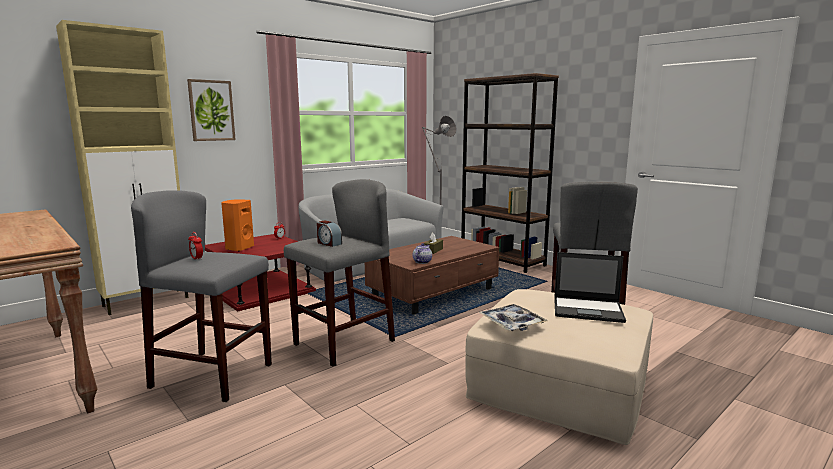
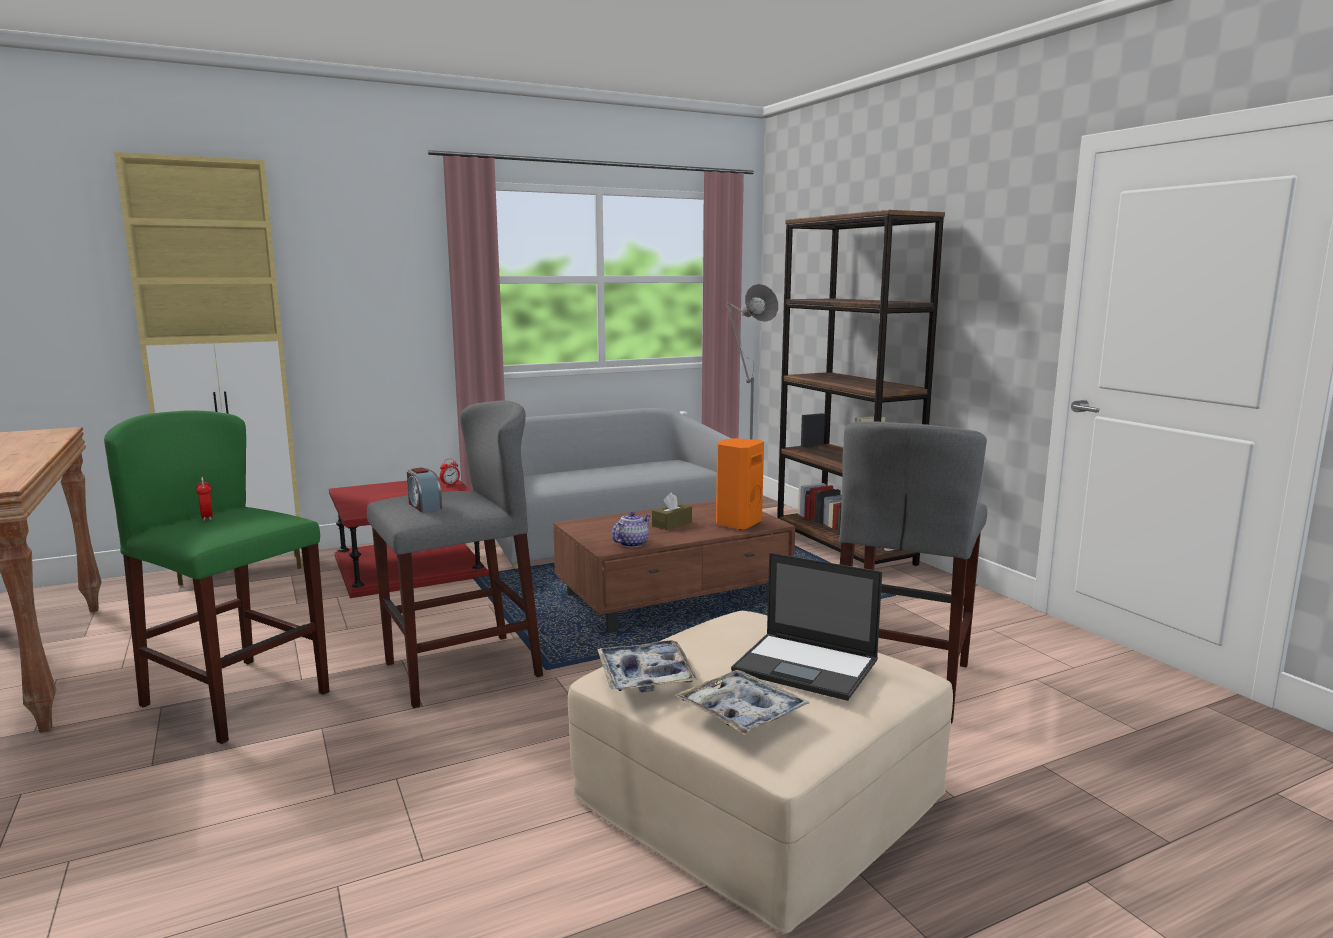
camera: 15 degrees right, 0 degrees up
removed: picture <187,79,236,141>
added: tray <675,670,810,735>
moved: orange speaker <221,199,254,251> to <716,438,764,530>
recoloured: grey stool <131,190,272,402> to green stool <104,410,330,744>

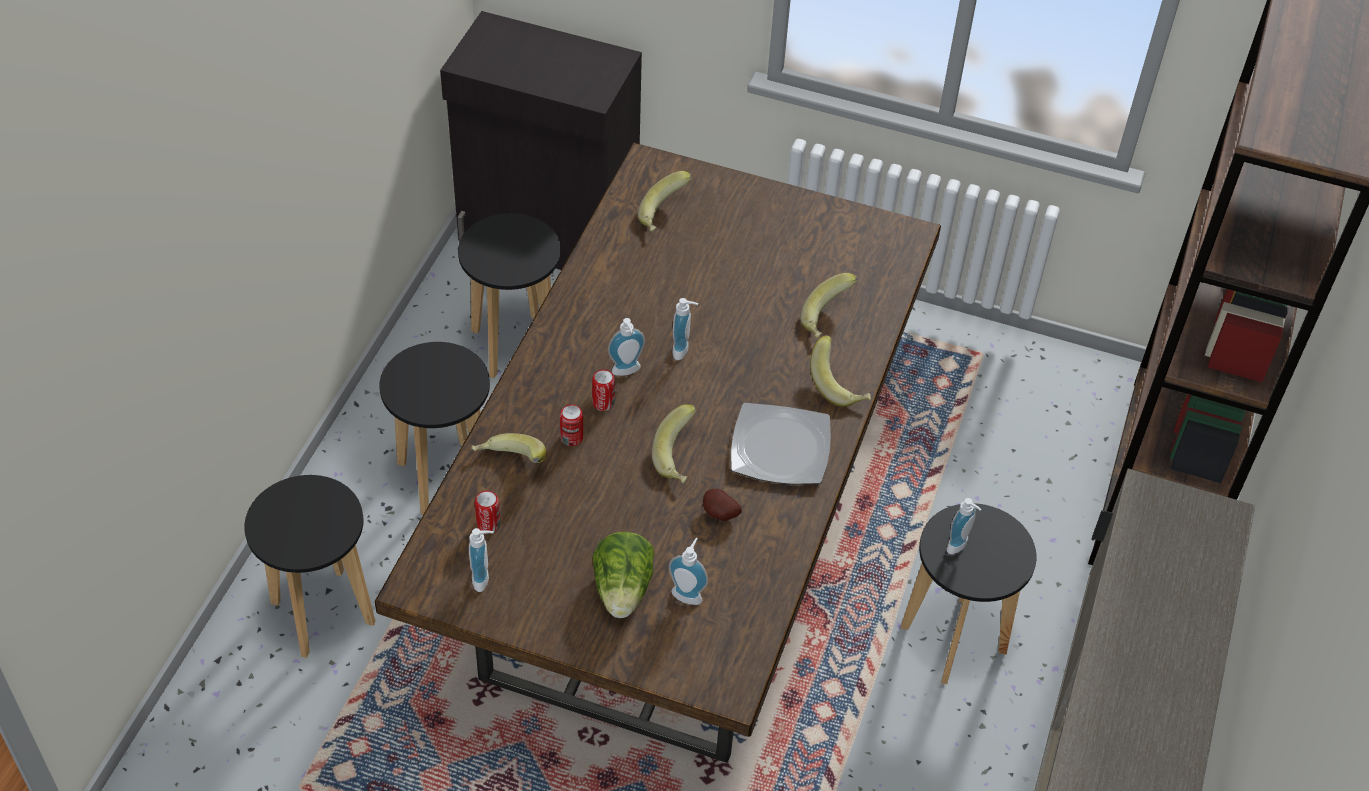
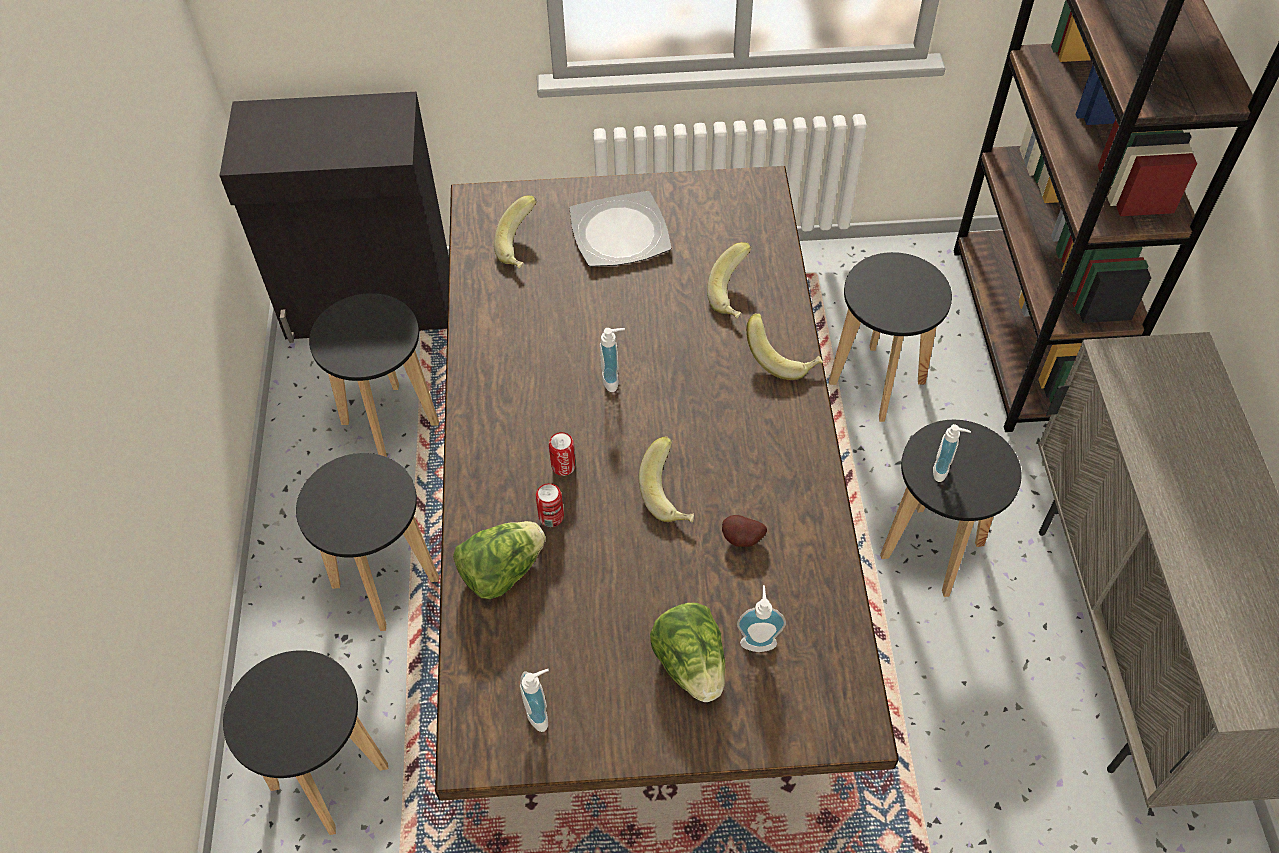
camera: 20 degrees left, 5 degrees up
removed: can <475,491,501,532>; soap dispenser <608,318,645,376>
added: black stool <829,252,952,422>
moved: plate <731,403,831,485> to <569,191,672,267>
replaced: banana <471,433,547,463> to lettuce <453,521,545,599>

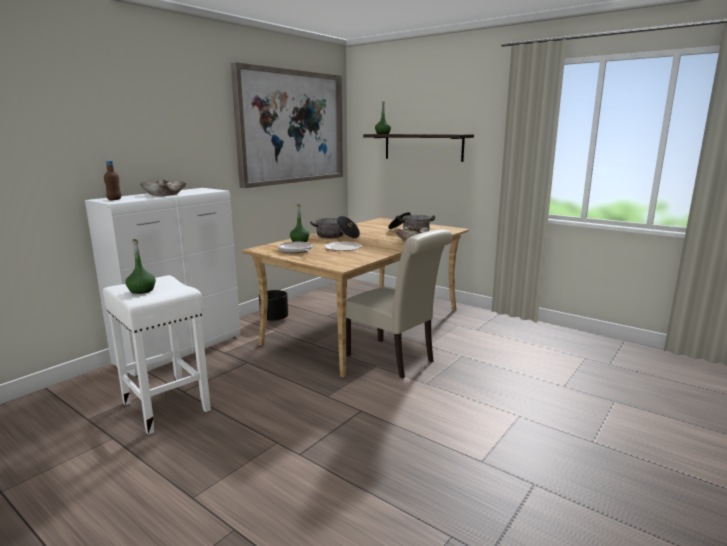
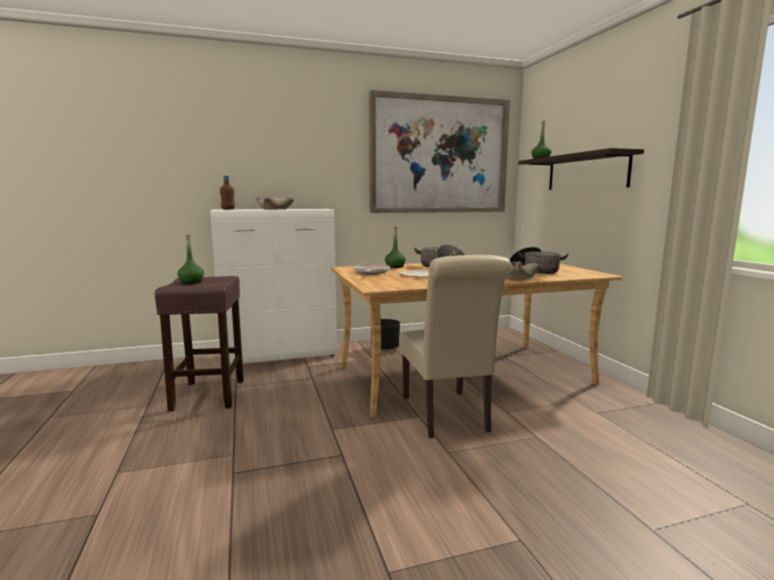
camera: 35 degrees right, 5 degrees down
recoloured: white stool <103,275,211,435> to brown stool <155,276,244,411>

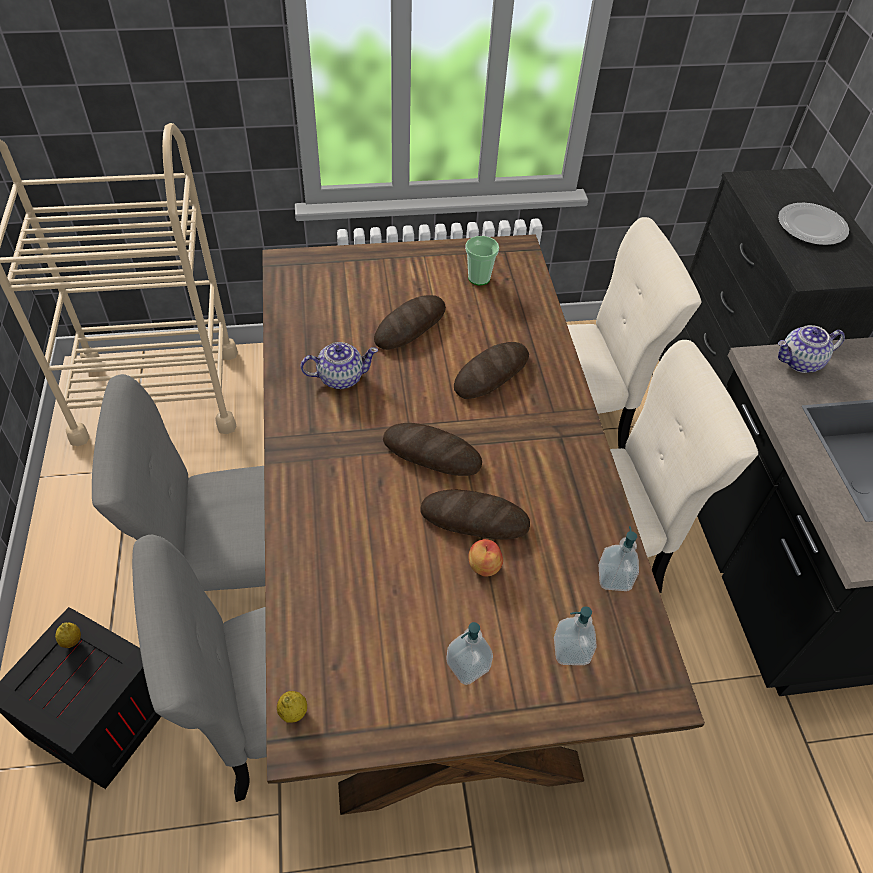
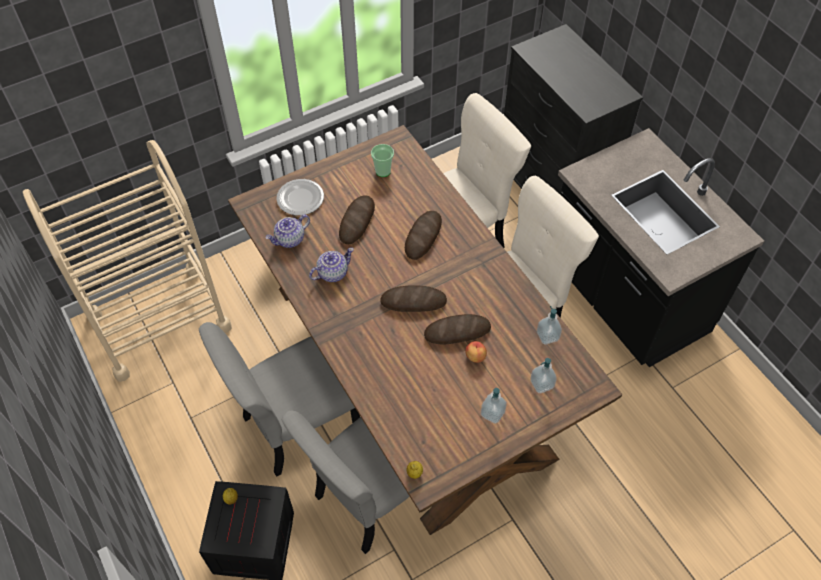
camera: 20 degrees left, 5 degrees up
moved: teapot <778,325,845,373> to <266,214,310,248>; plate <778,203,849,245> to <276,179,324,215>

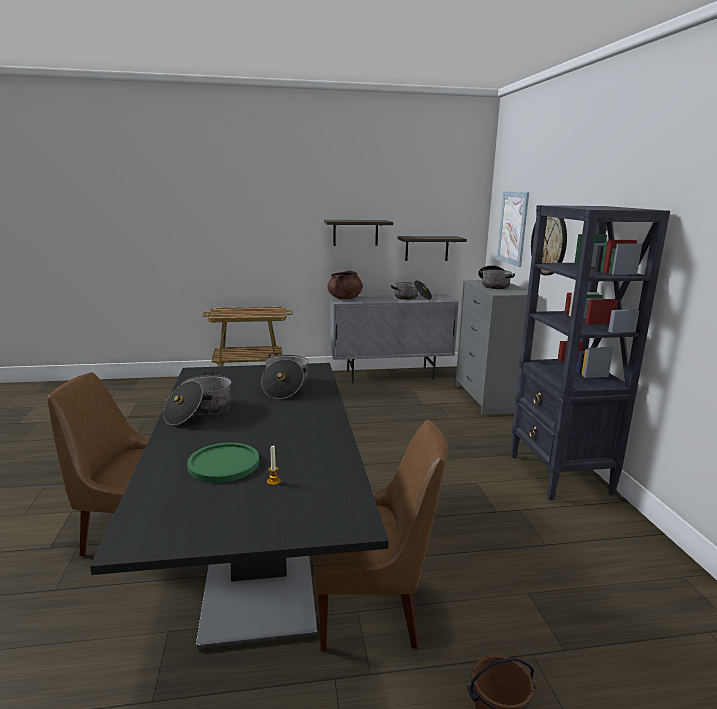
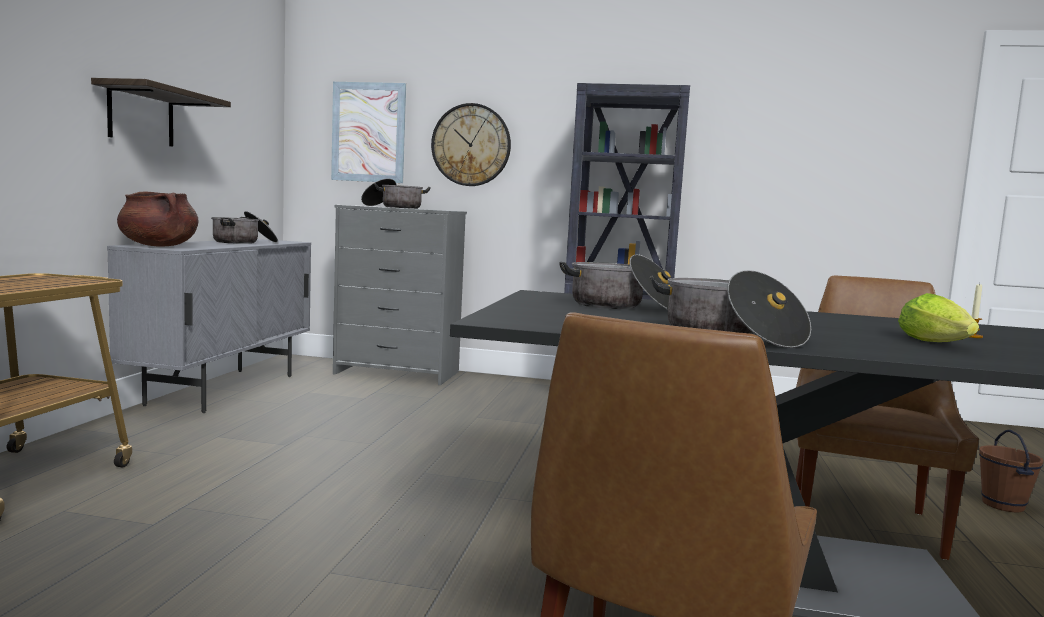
camera: 70 degrees left, 10 degrees down
removed: shelf <397,236,467,261>
replaced: green plate <187,443,259,483> to lettuce <898,293,979,342>

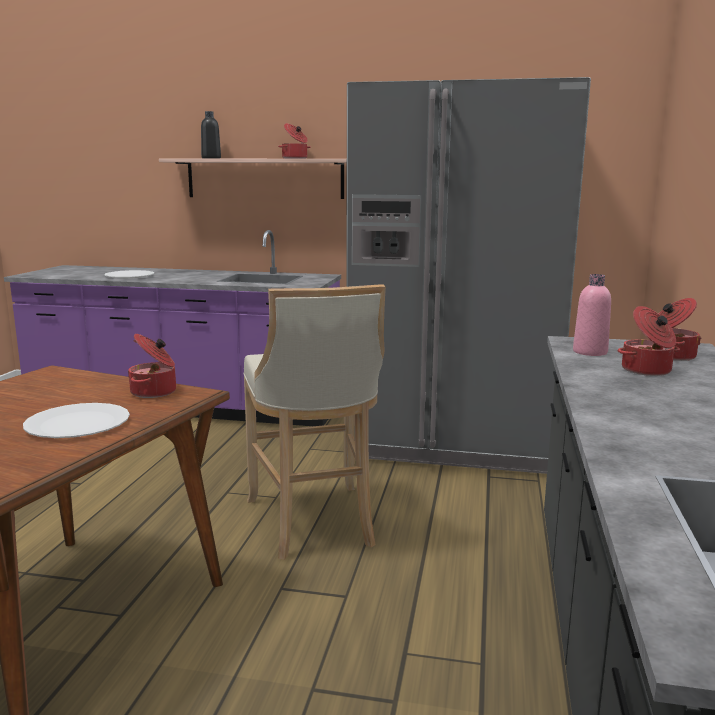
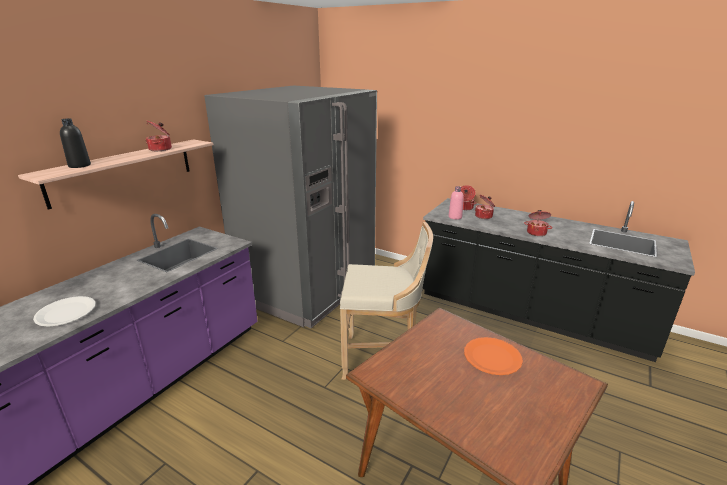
camera: 70 degrees left, 10 degrees up
moved: cooking pot <128,334,176,398> to <524,210,553,236>
recoloured: white plate <23,403,130,438> to orange plate <464,337,523,375>

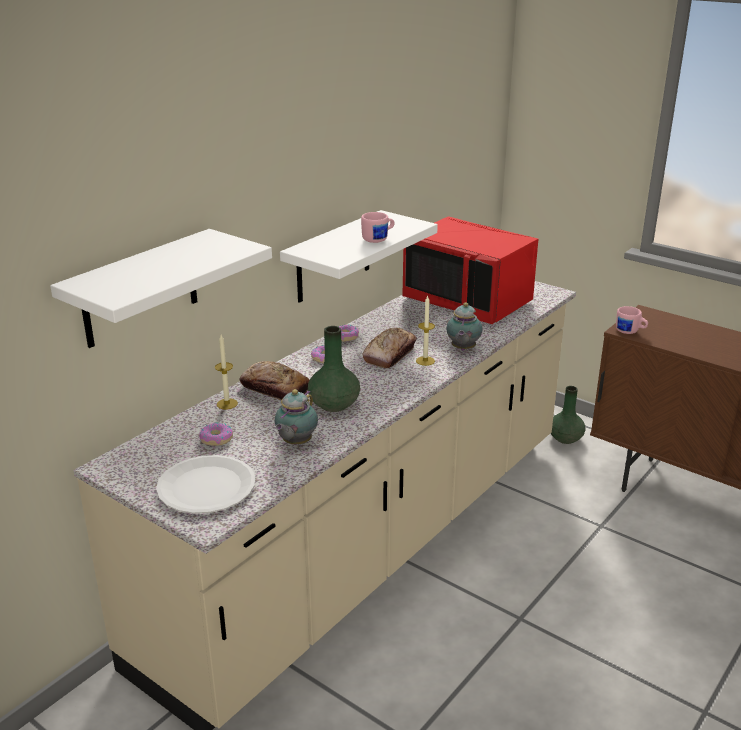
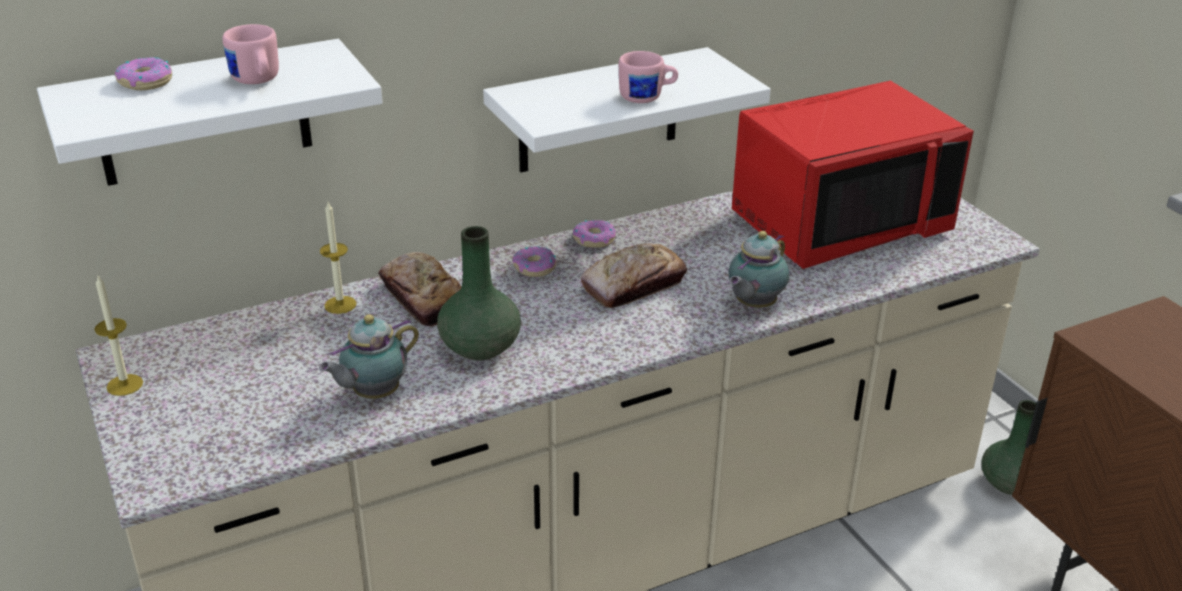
camera: 25 degrees right, 5 degrees up
removed: white plate <156,455,255,514>
moved: candle <416,295,435,366> to <94,276,143,396>; donut <199,423,233,446> to <114,57,172,90>; pink mug <616,306,648,334> to <222,24,279,84>
turned: red microwave <402,216,538,324> = <732,81,974,269> 90 degrees counterclockwise

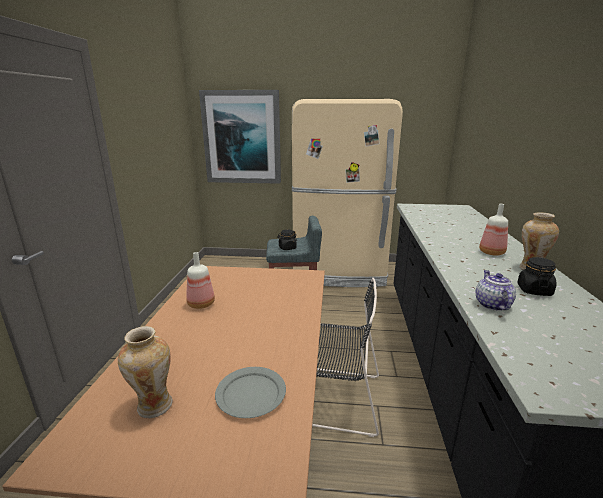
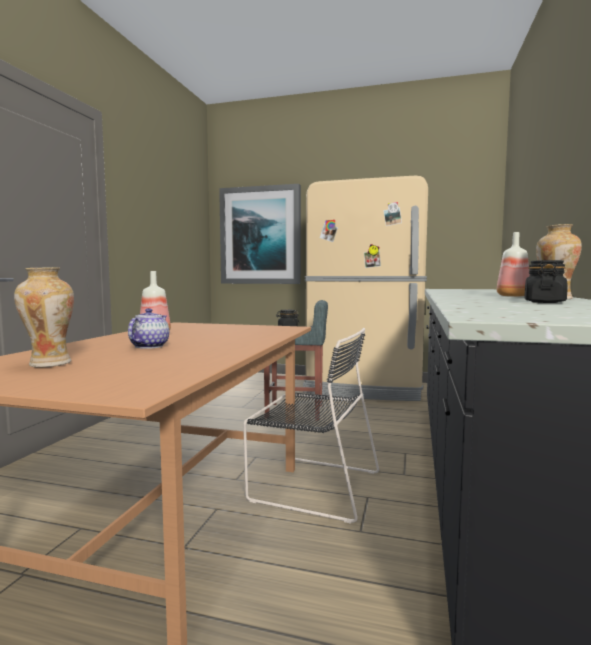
camera: 10 degrees right, 15 degrees down
removed: grey plate <215,367,286,418>
moved: teapot <476,270,516,311> to <128,308,169,349>

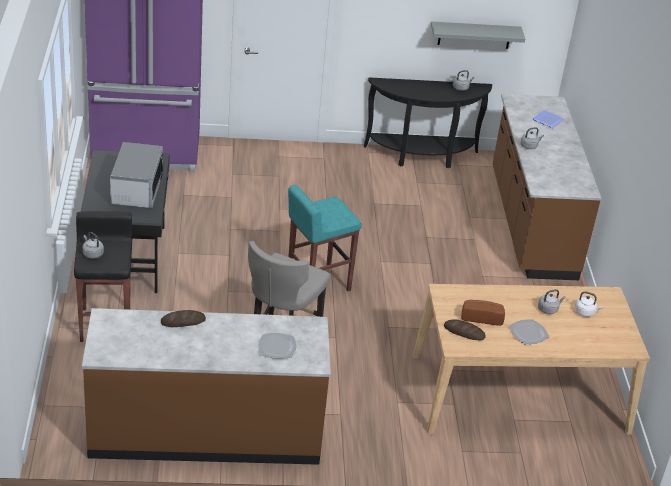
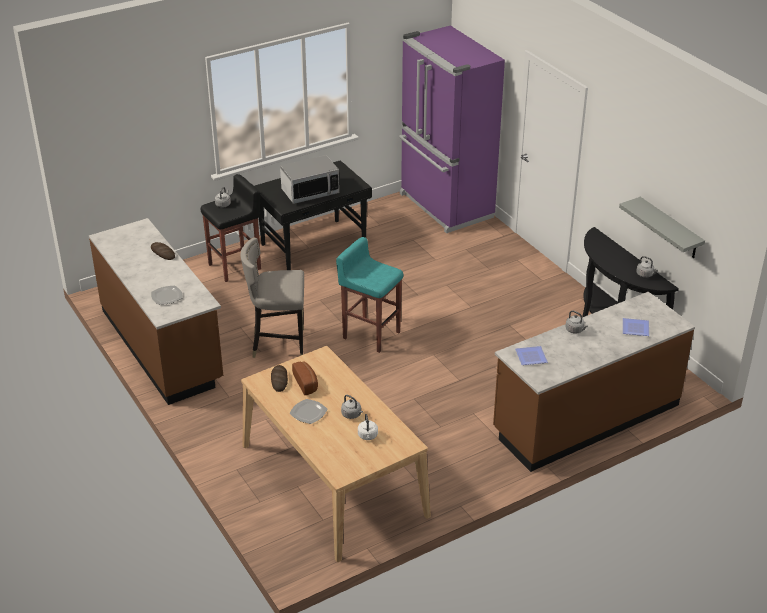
camera: 65 degrees right, 0 degrees up
added: plate <515,346,548,365>

